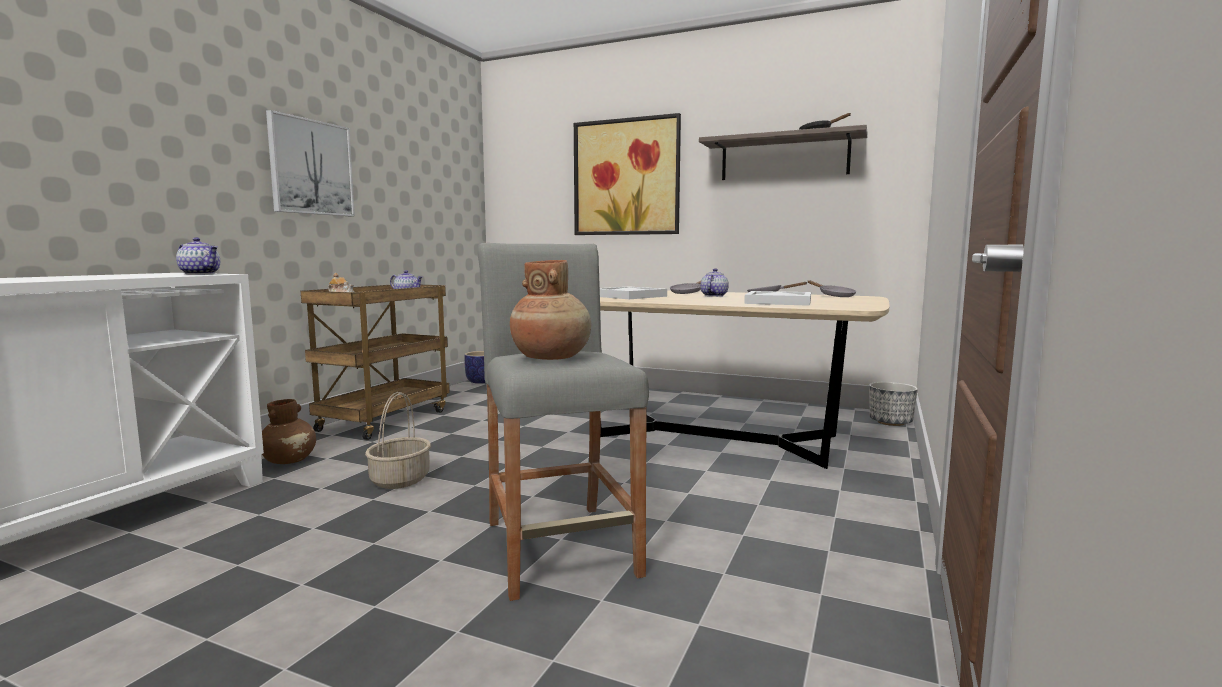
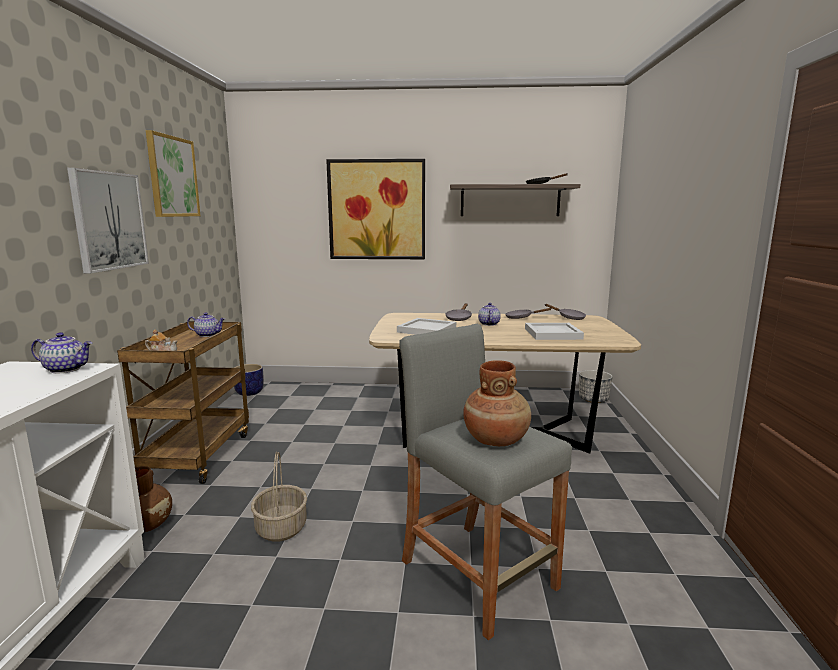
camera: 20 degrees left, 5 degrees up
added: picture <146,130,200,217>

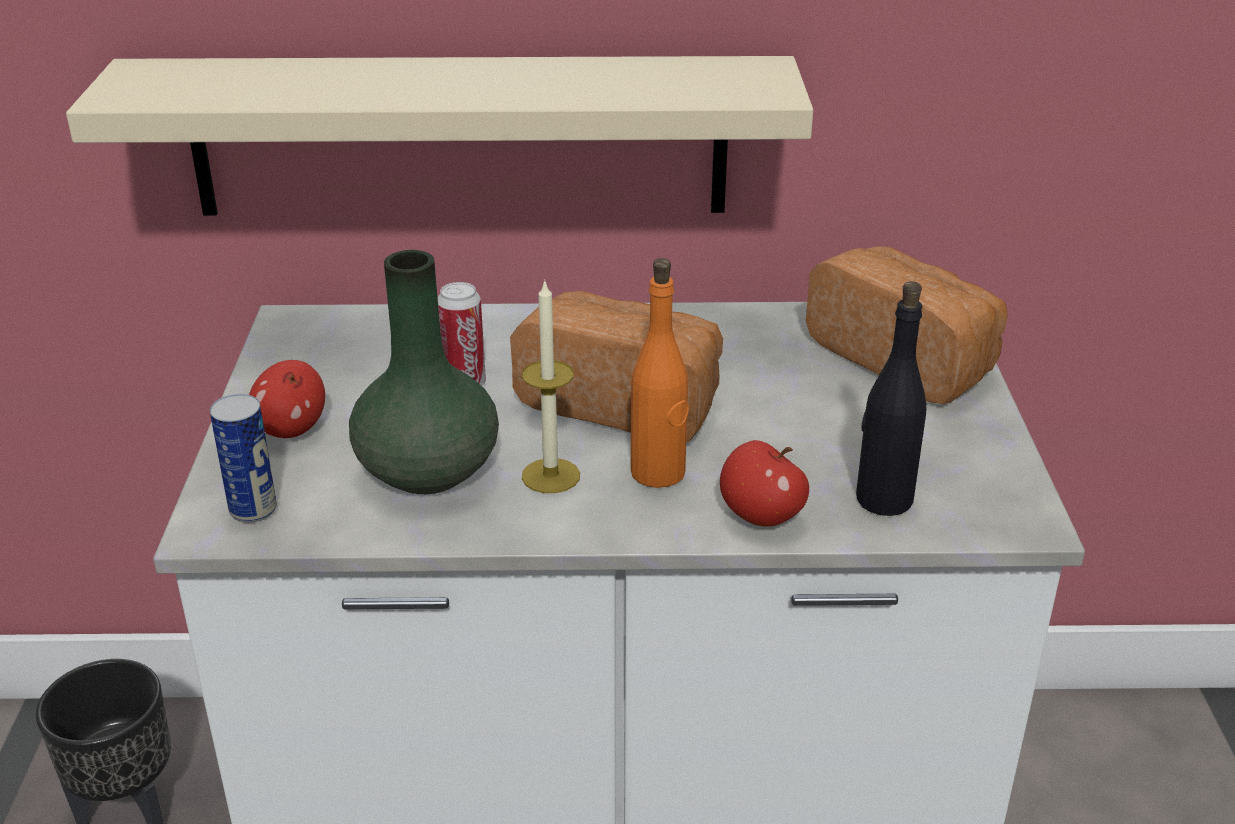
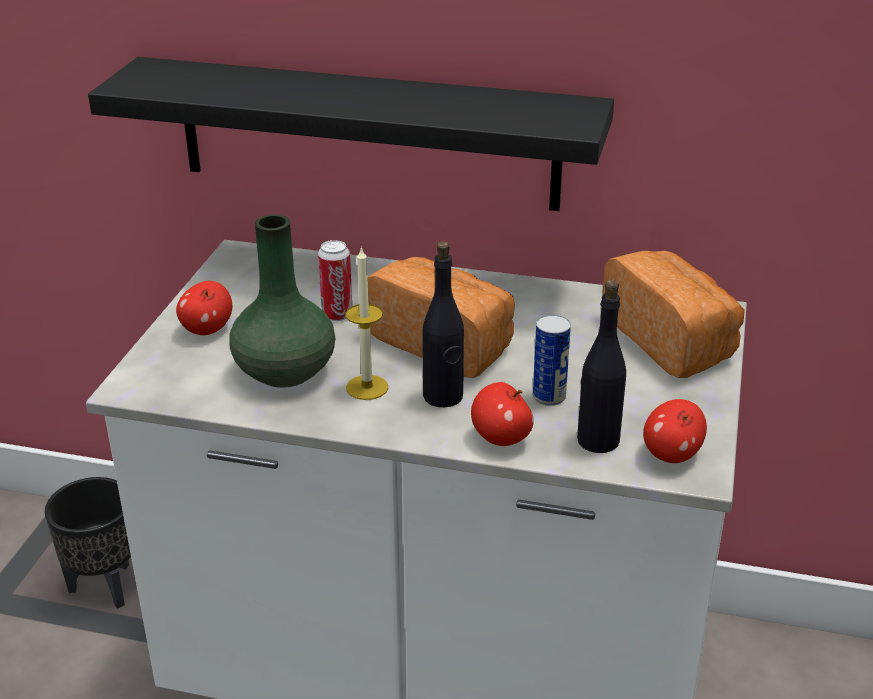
camera: 15 degrees right, 0 degrees up
added: apple <643,399,707,463>
moved: can <210,394,277,523> to <533,315,571,406>
recoloured: beige shelf <66,56,813,216> to black shelf <88,57,614,211>; orange bottle <631,258,689,488> to black bottle <422,241,464,407>

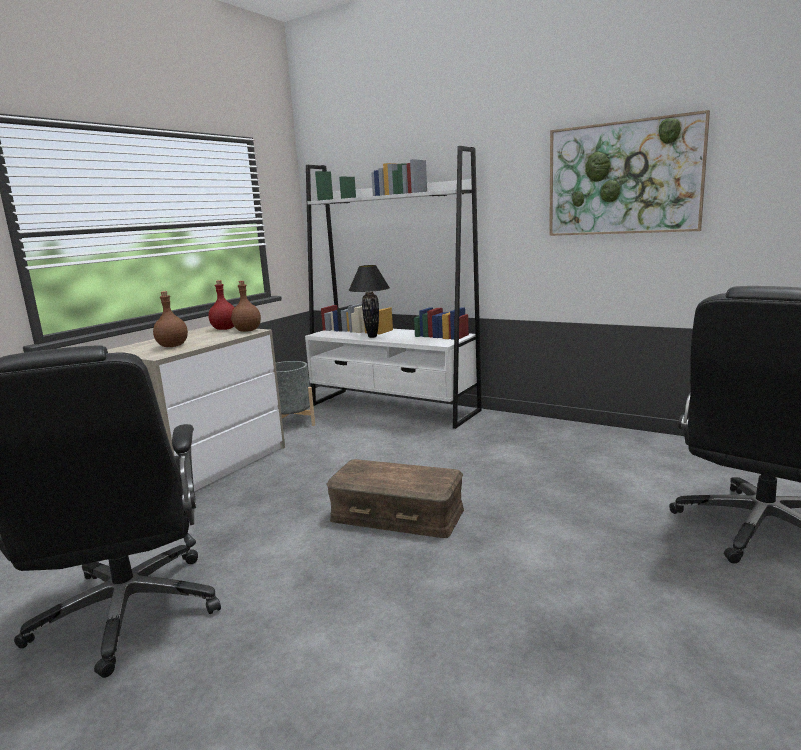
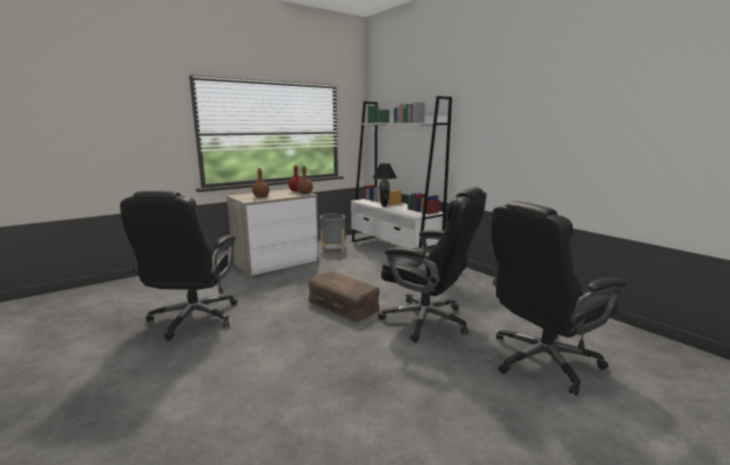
camera: 20 degrees right, 0 degrees up
removed: picture <549,110,710,236>
added: black office chair <378,187,486,342>

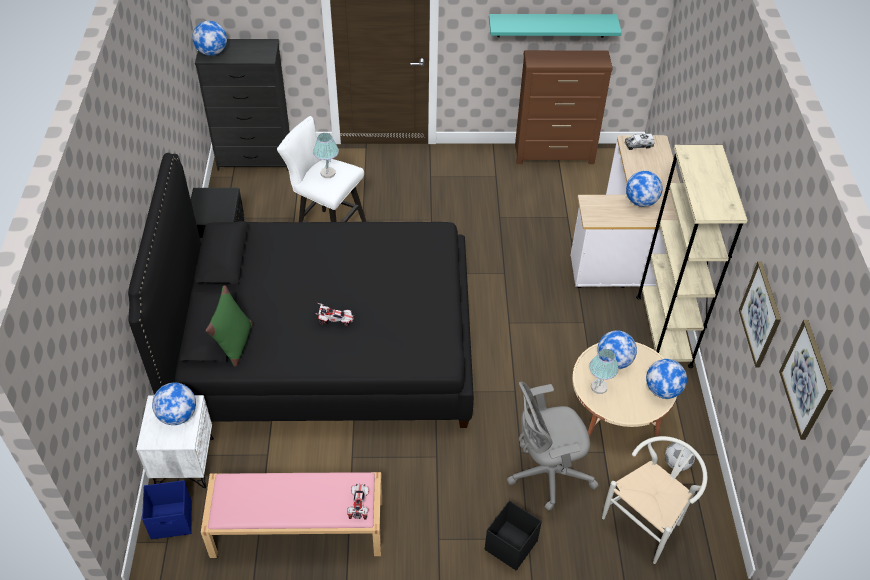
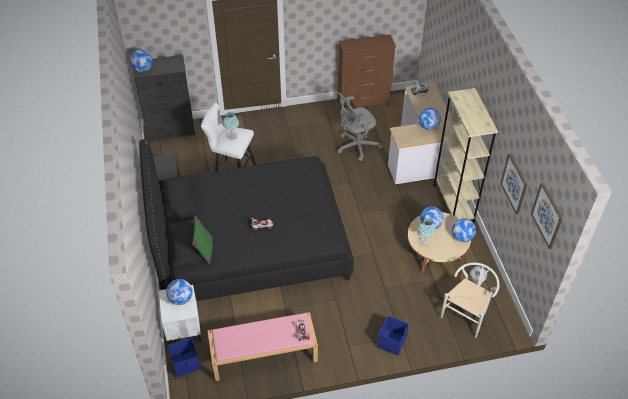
camera: 10 degrees left, 0 degrees up
removed: turquoise shelf <489,14,622,38>
moved: grey office chair <507,382,599,511> to <337,92,383,161>
recoloured: black storage box <485,500,542,571> to blue storage box <377,316,409,355>

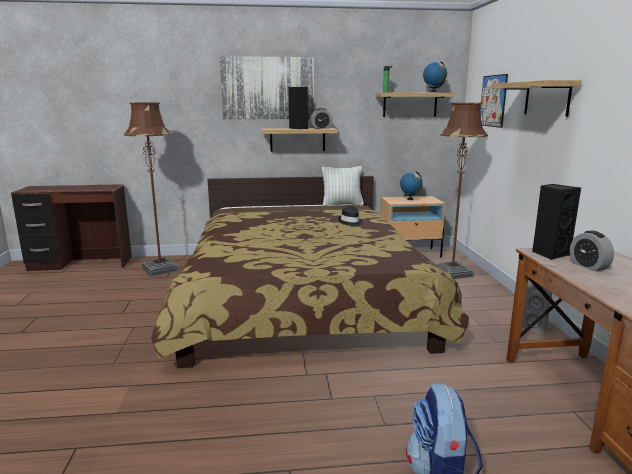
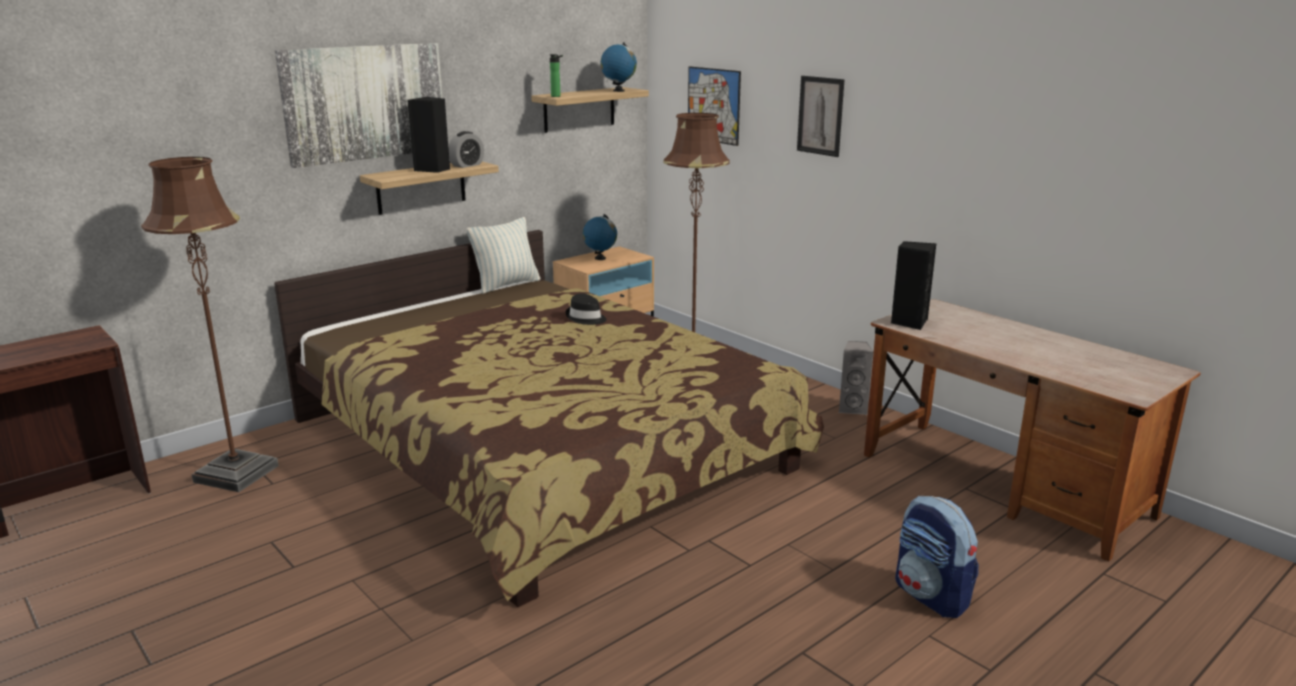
camera: 35 degrees left, 5 degrees up
removed: alarm clock <570,231,614,271>
replaced: shelf <492,80,581,117> to picture <797,76,845,157>

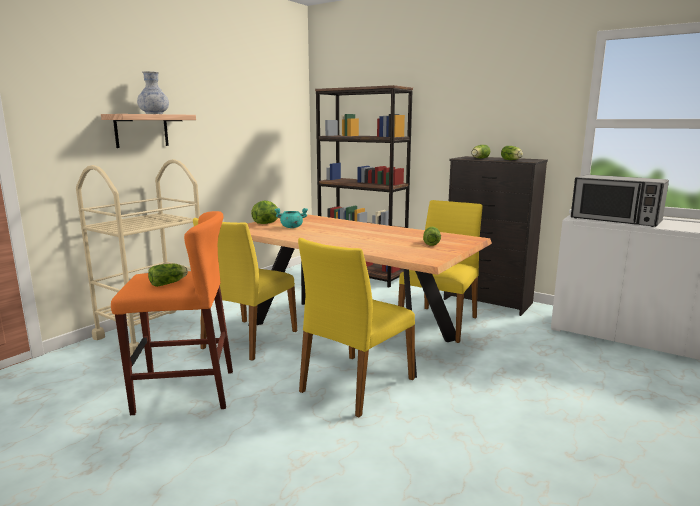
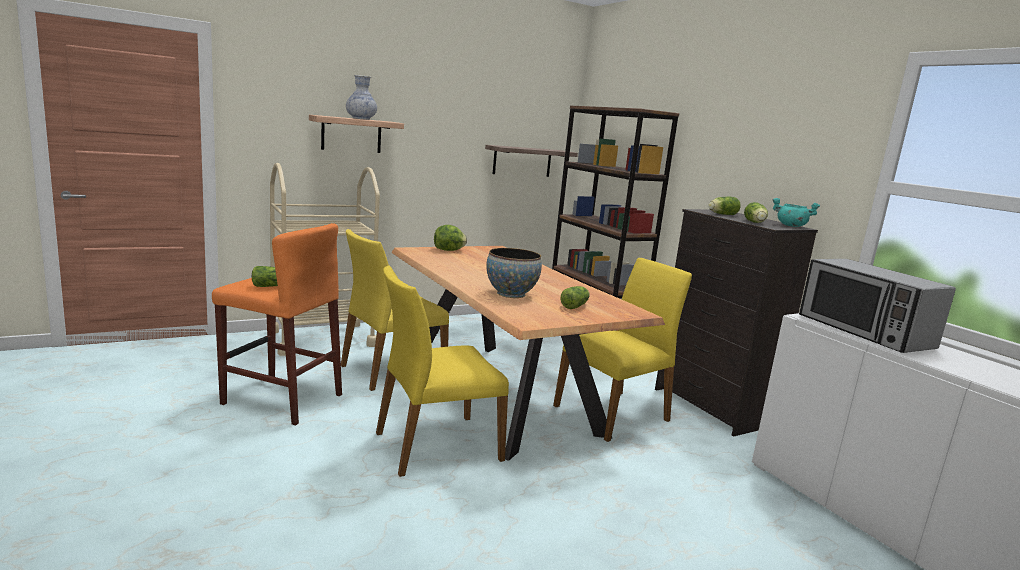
camera: 25 degrees right, 0 degrees up
added: shelf <485,145,578,177>; bowl <486,248,542,298>
moved: turquoise cooking pot <274,208,308,228> to <772,198,820,227>

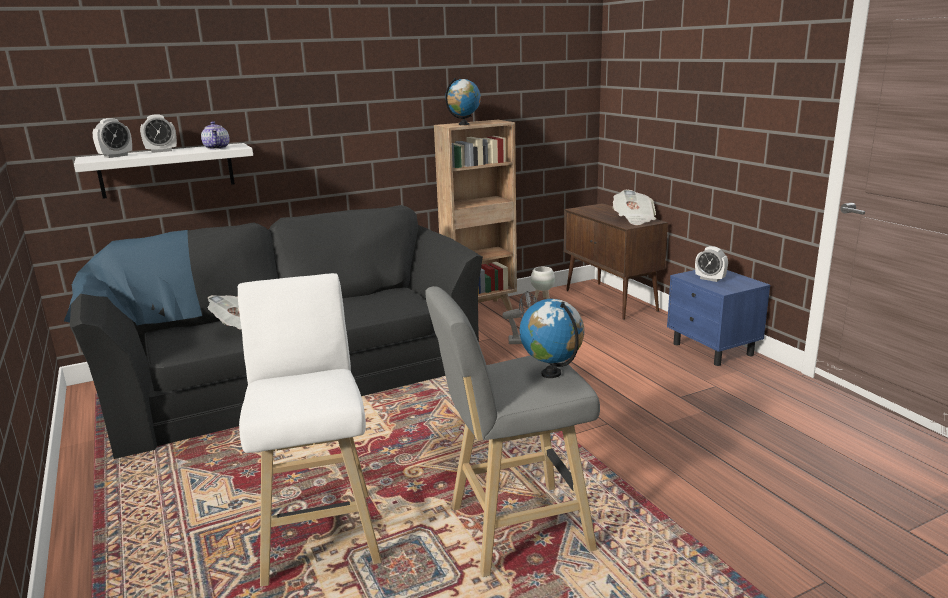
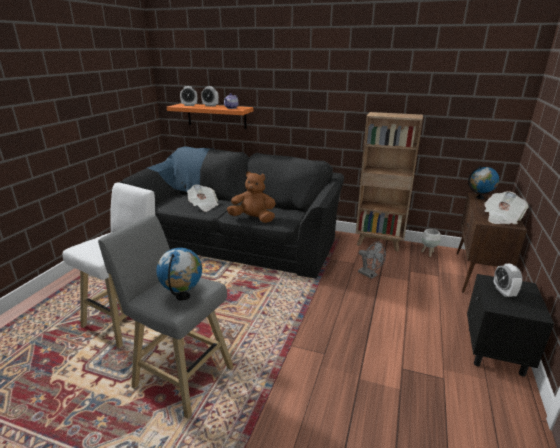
camera: 45 degrees right, 5 degrees up
added: brown plush toy <227,171,276,223>
moved: globe <445,78,481,125> to <468,166,499,199>
recoloured: white shelf <74,143,253,199> to orange shelf <167,103,253,129>; blue nightstand <667,270,770,366> to black nightstand <467,274,554,377>

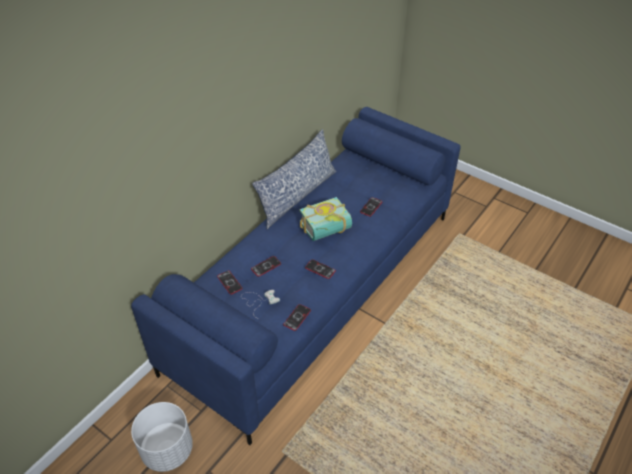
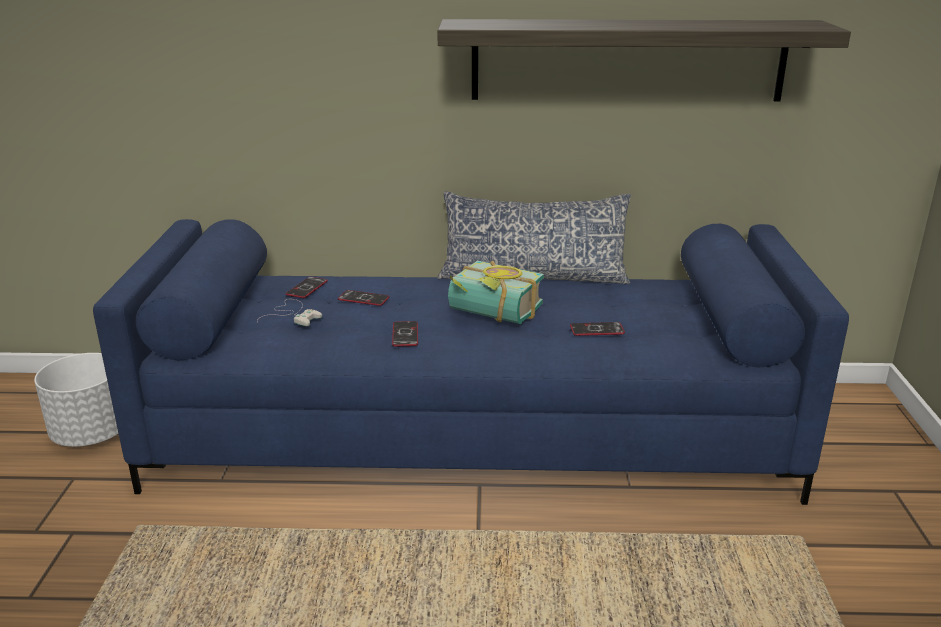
camera: 55 degrees right, 20 degrees down
removed: phone <283,304,311,331>
added: shelf <437,19,851,101>

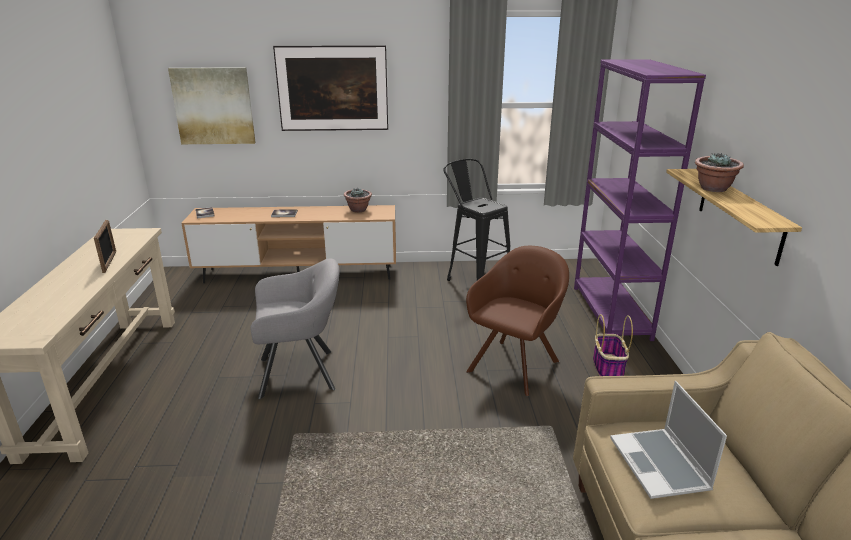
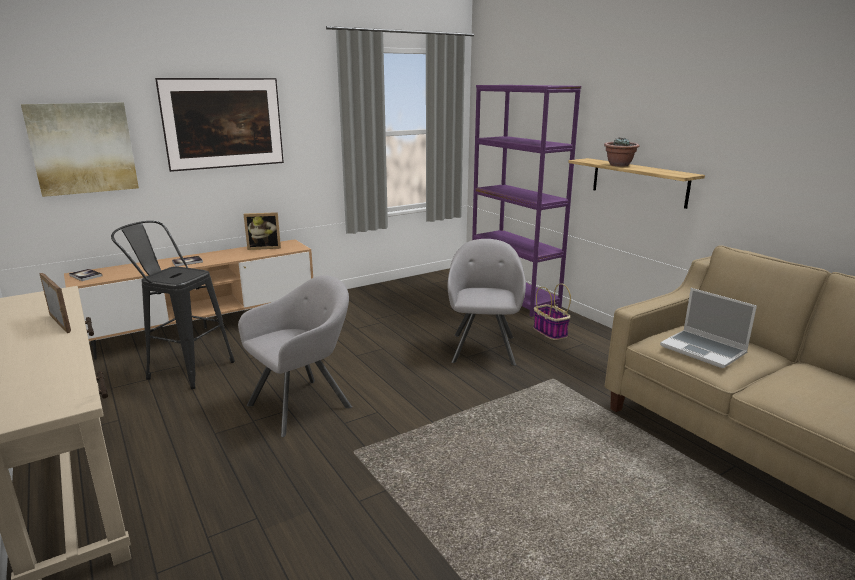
camera: 30 degrees left, 5 degrees down
moved: black stool <443,159,510,281> to <111,221,235,389>
replaced: potted plant <344,188,372,213> to picture frame <244,212,281,250>
recoloured: brown armchair <466,246,569,397> to grey armchair <448,239,526,366>

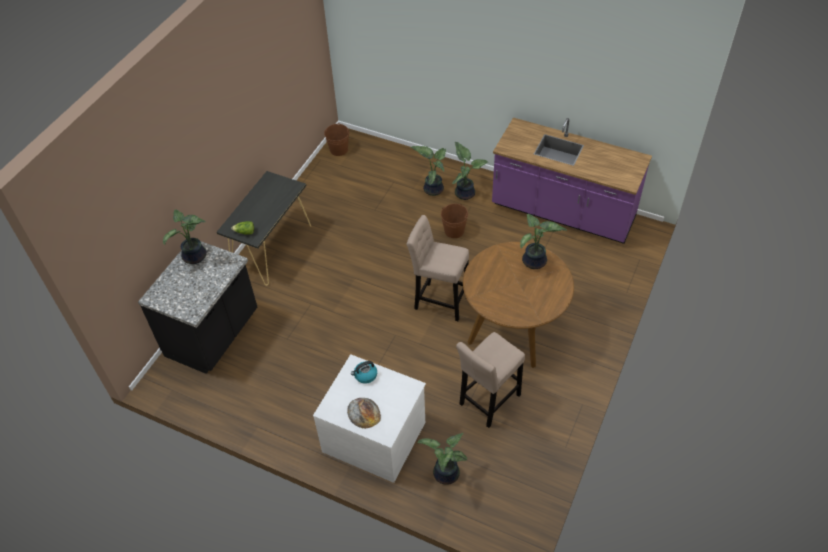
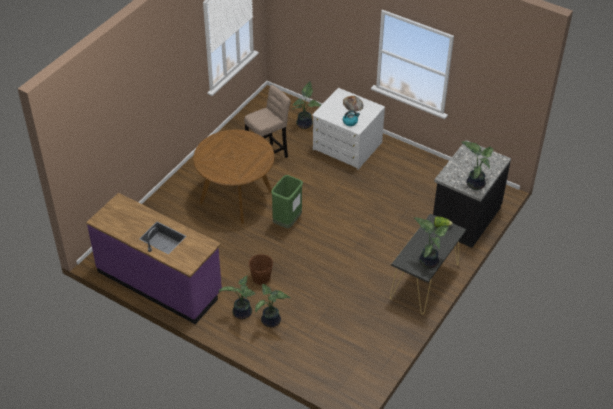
camera: 175 degrees left, 5 degrees down
removed: brown bucket <324,123,349,156>
moved: potted plant <520,214,567,269> to <414,217,448,268>
replaced: beige stool <407,215,469,321> to green trash can <271,175,303,228>

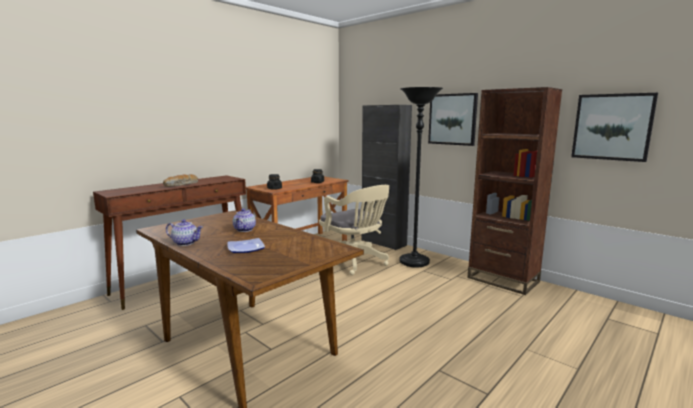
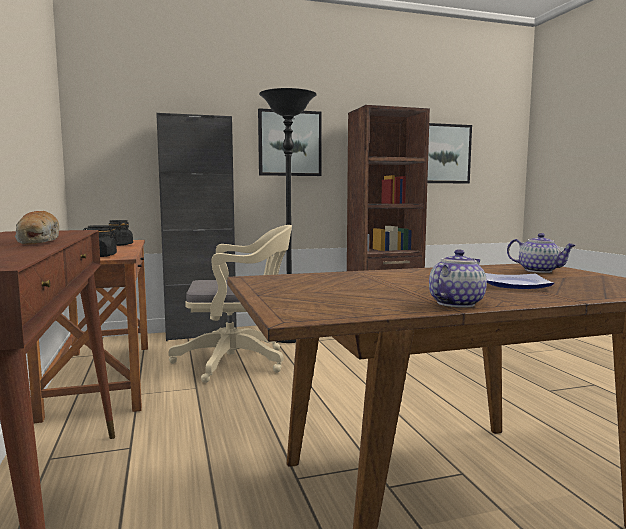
camera: 60 degrees left, 5 degrees down
moved: teapot <233,208,256,232> to <507,233,576,273>

